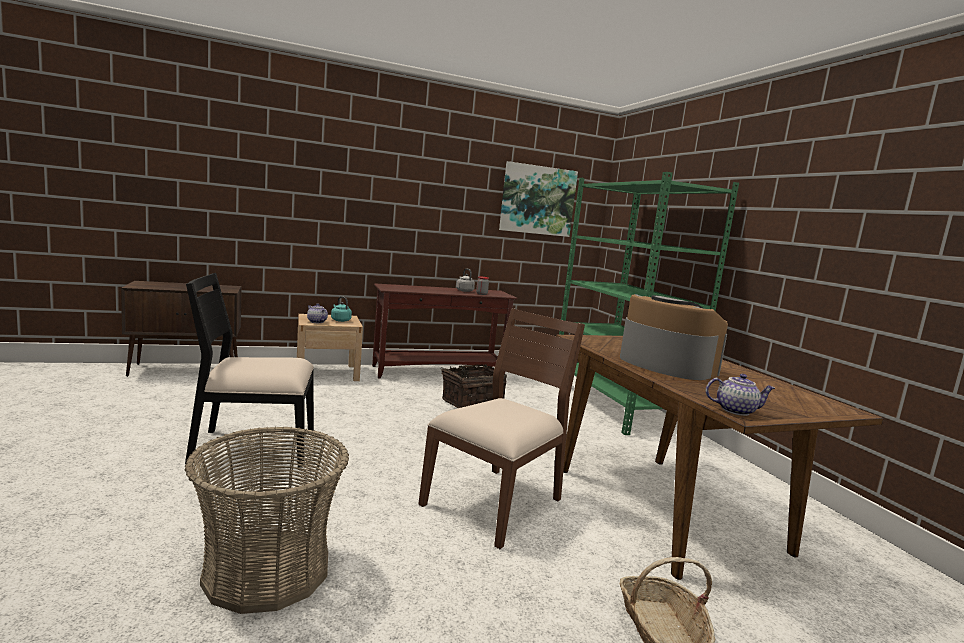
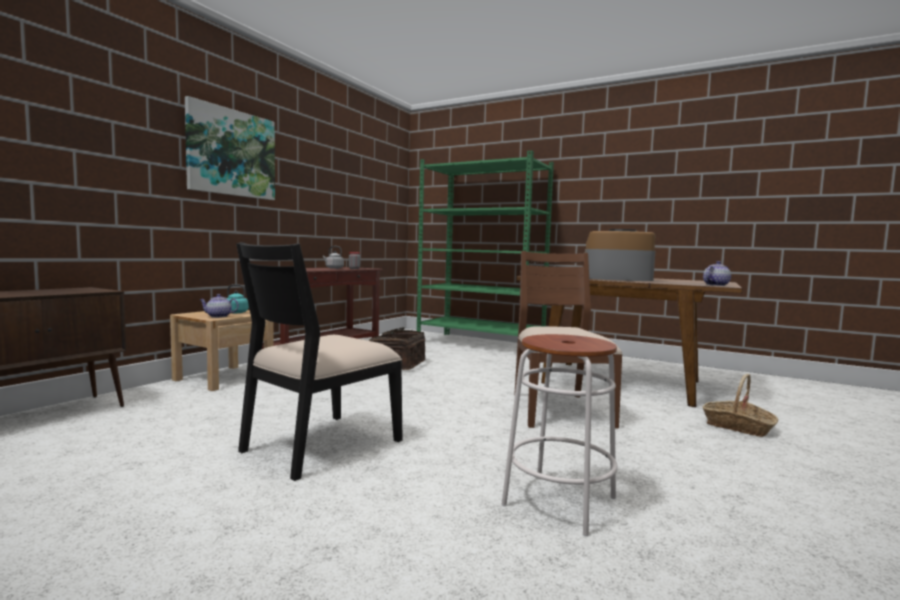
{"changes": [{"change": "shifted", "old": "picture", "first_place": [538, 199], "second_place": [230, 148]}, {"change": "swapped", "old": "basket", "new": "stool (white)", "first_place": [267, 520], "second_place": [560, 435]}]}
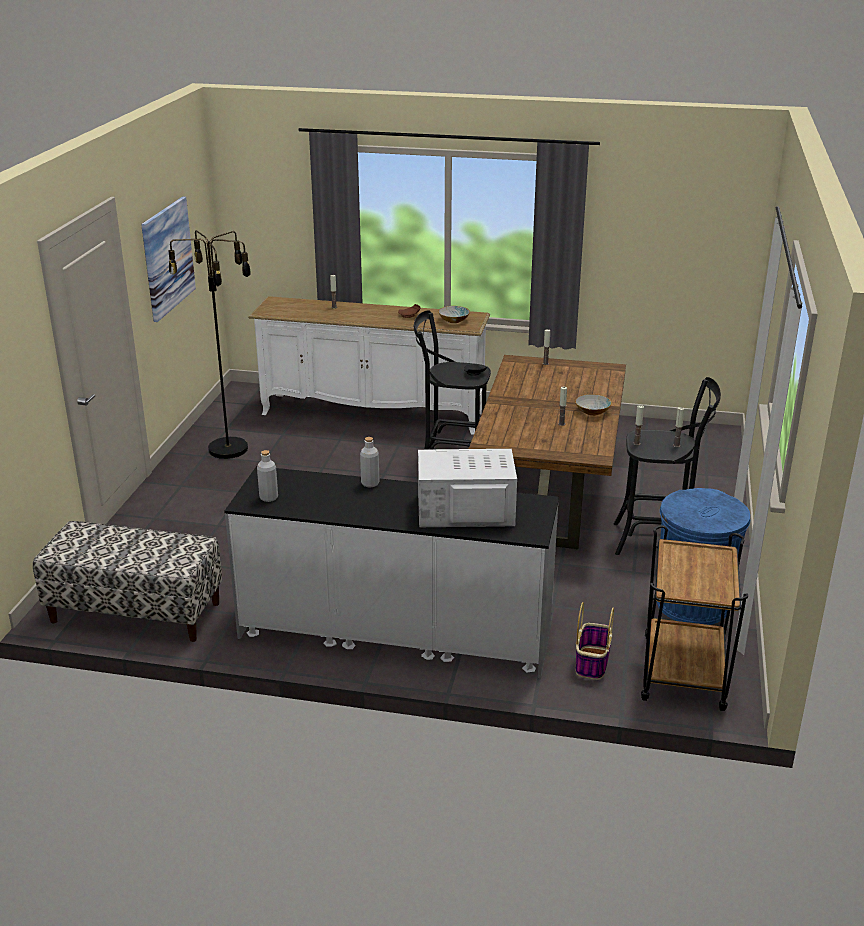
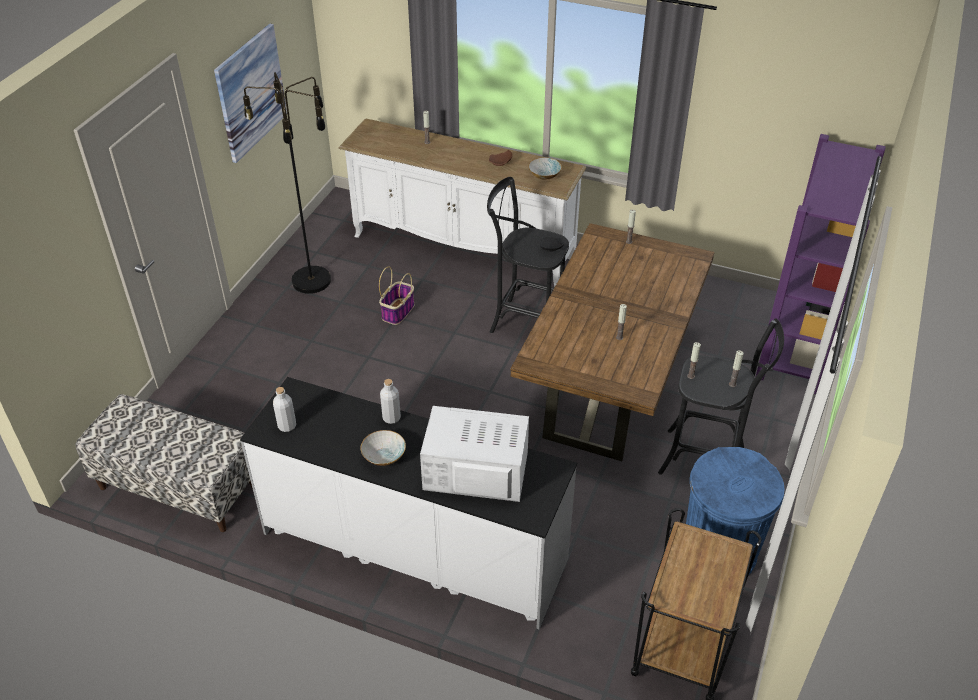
{"changes": [{"change": "shifted", "old": "bowl", "first_place": [593, 405], "second_place": [383, 448]}, {"change": "shifted", "old": "basket", "first_place": [595, 641], "second_place": [396, 295]}, {"change": "new", "new": "bookcase (purple)", "second_place": [821, 264]}]}
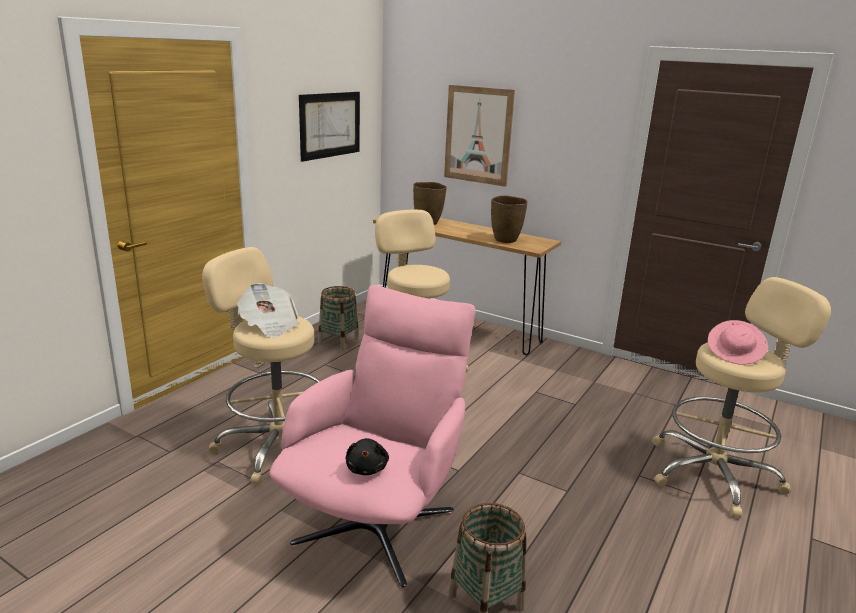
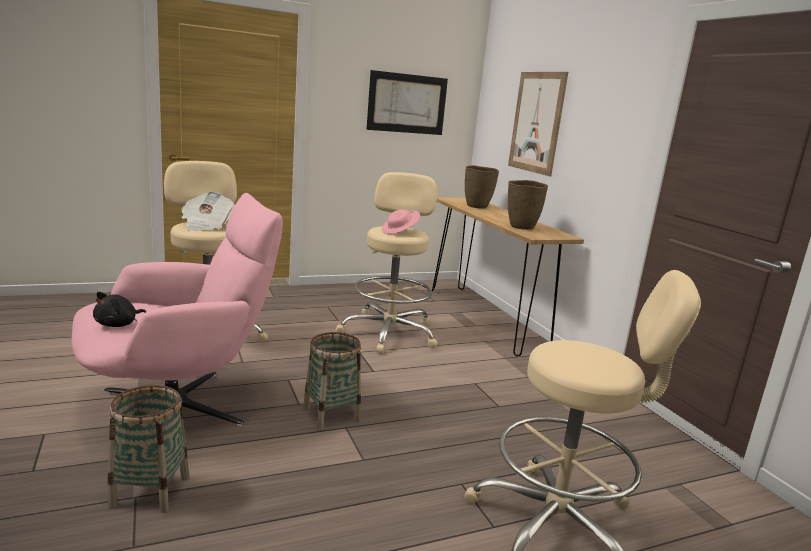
{"changes": [{"change": "shifted", "old": "basket", "first_place": [338, 318], "second_place": [332, 381]}, {"change": "shifted", "old": "hat (pink)", "first_place": [738, 342], "second_place": [400, 222]}]}
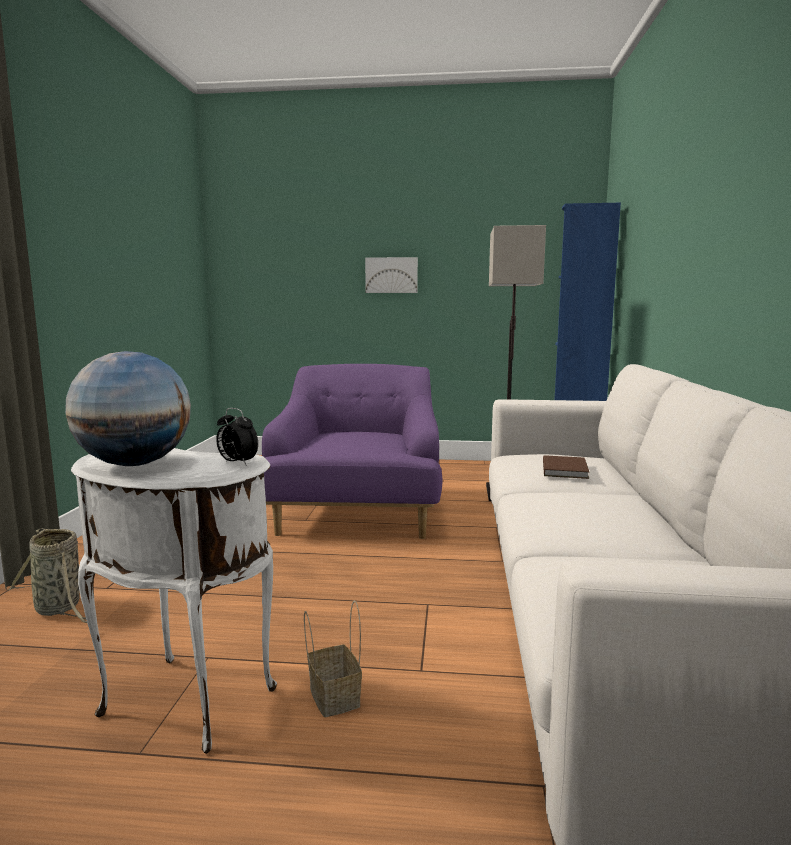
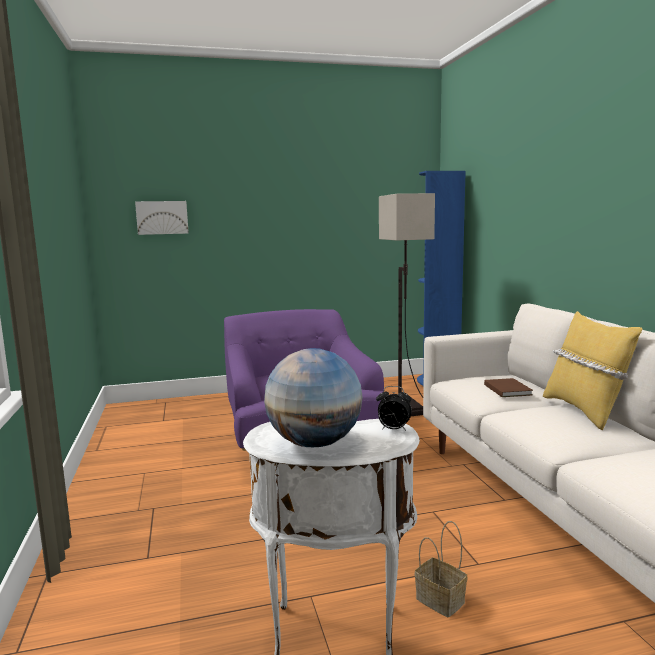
{"changes": [{"change": "shifted", "old": "picture", "first_place": [391, 275], "second_place": [162, 218]}, {"change": "new", "new": "pillow (yellow)", "second_place": [593, 370]}, {"change": "gone", "old": "basket", "first_place": [47, 575]}]}
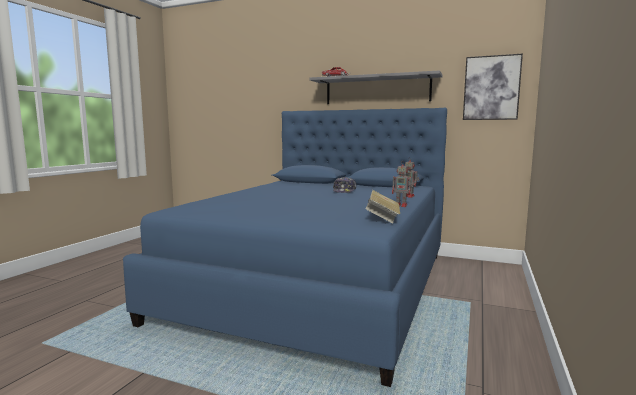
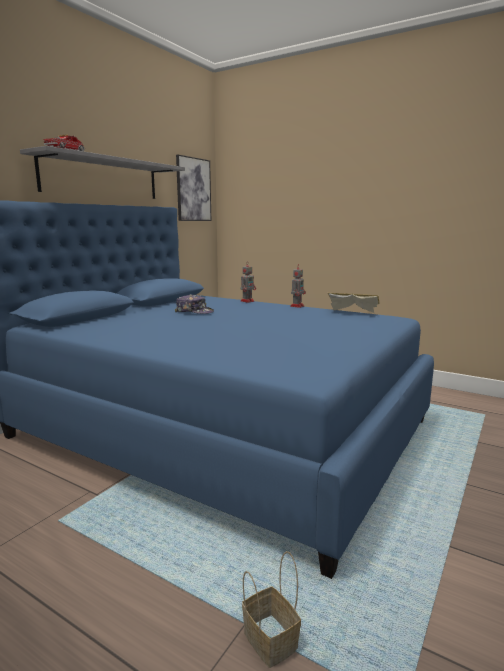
{"changes": [{"change": "new", "new": "basket", "second_place": [271, 609]}]}
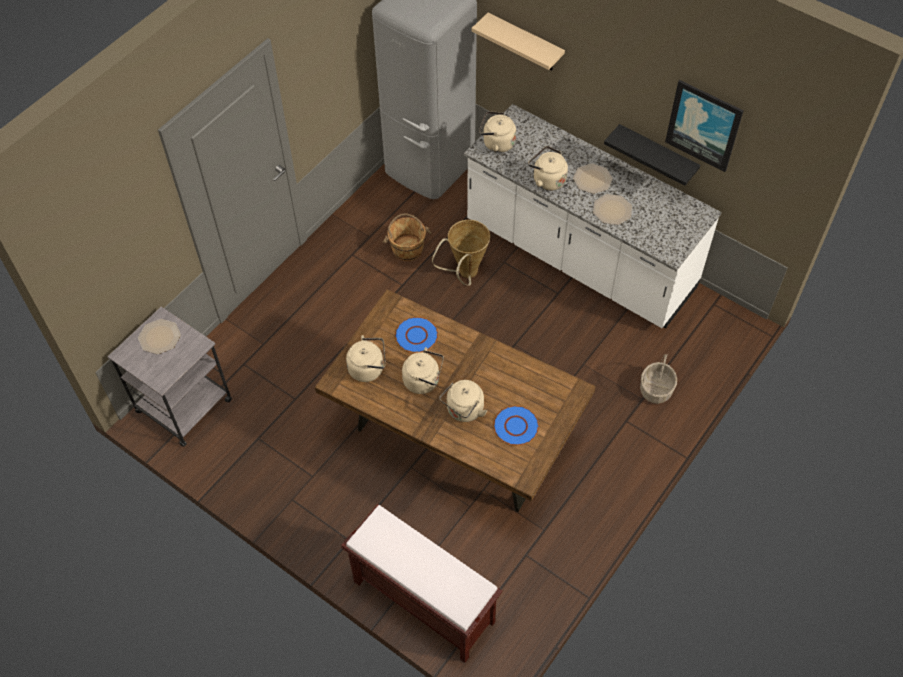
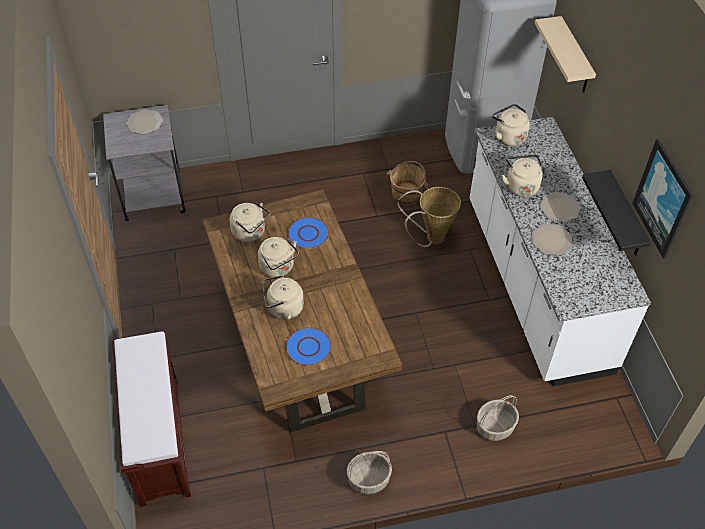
{"changes": [{"change": "new", "new": "basket", "second_place": [369, 472]}]}
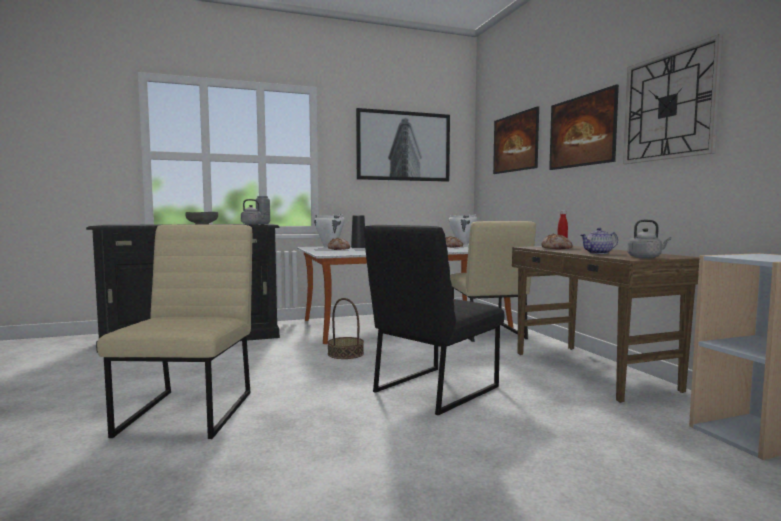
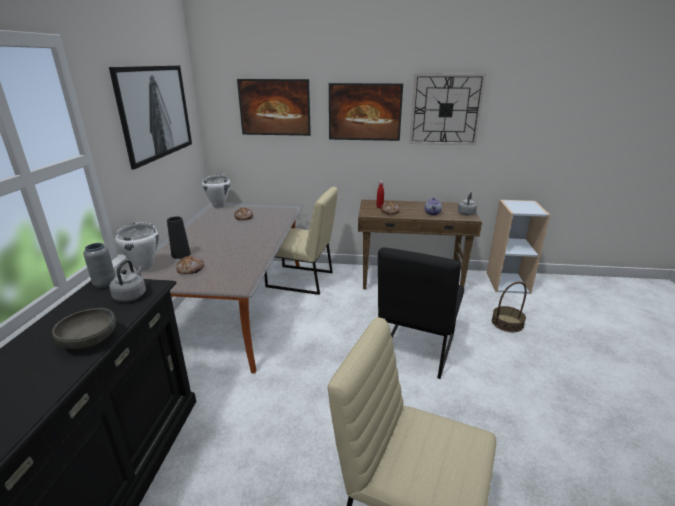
{"changes": [{"change": "rotated", "old": "chair (black)", "first_place": [434, 320], "second_place": [421, 313], "degrees": 45}, {"change": "shifted", "old": "basket", "first_place": [345, 328], "second_place": [509, 307]}]}
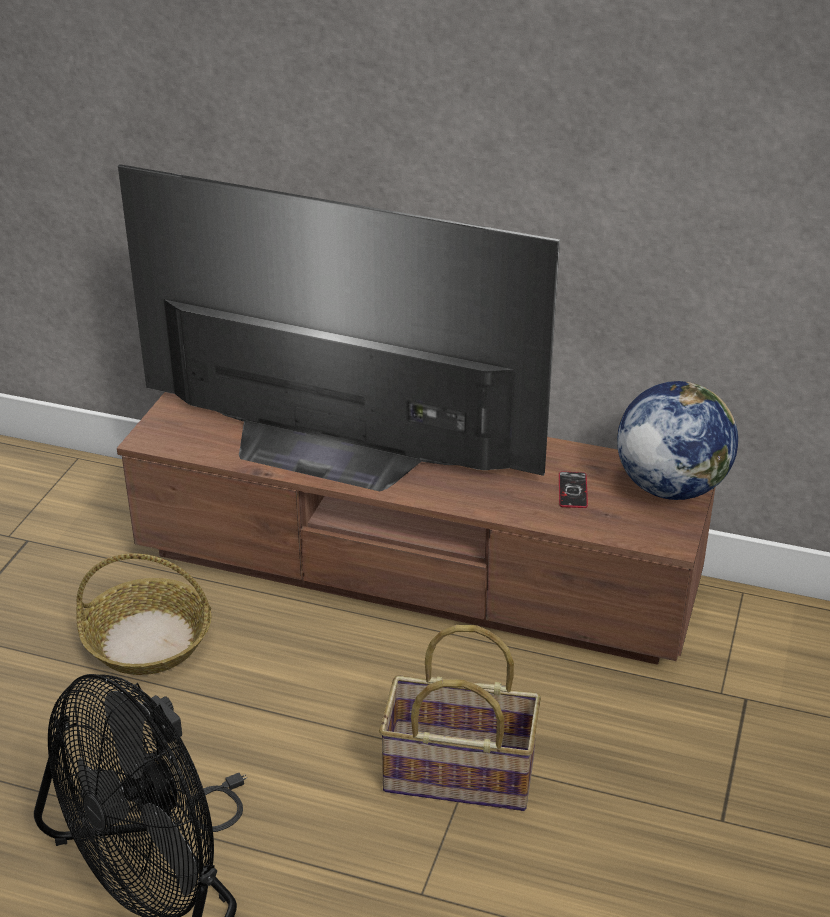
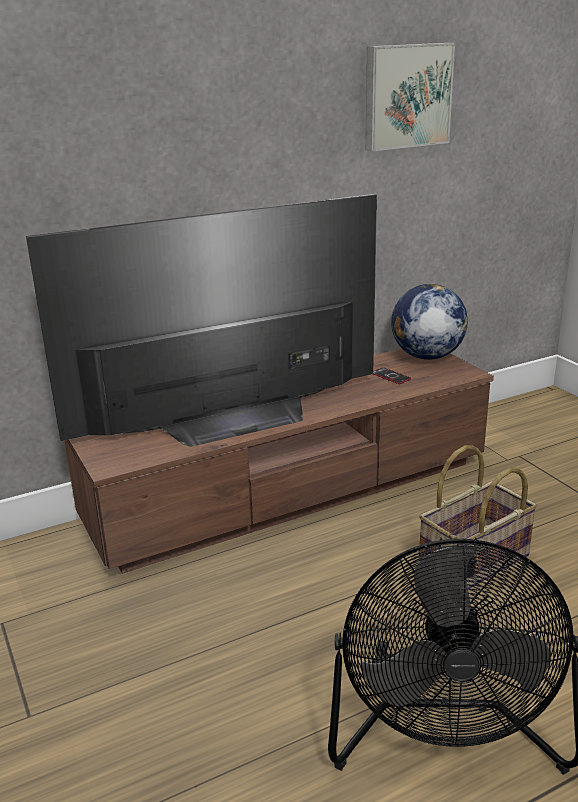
{"changes": [{"change": "new", "new": "picture", "second_place": [410, 97]}, {"change": "gone", "old": "basket", "first_place": [144, 614]}]}
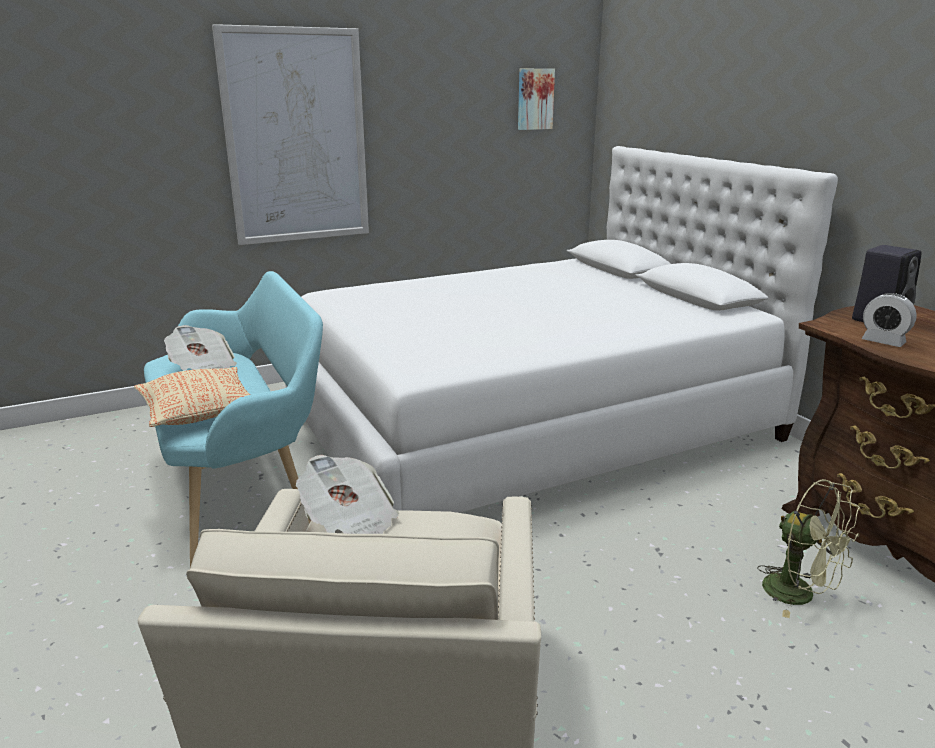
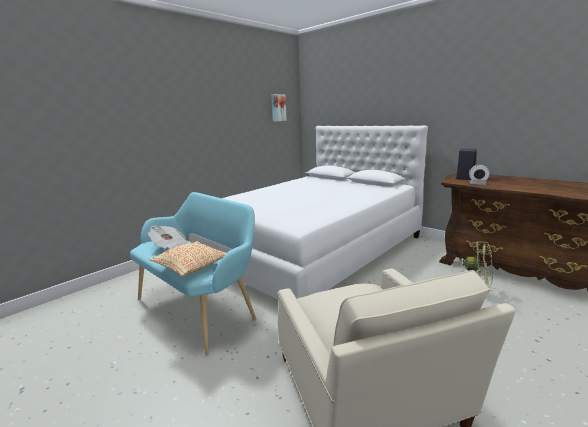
{"changes": [{"change": "gone", "old": "picture", "first_place": [290, 134]}, {"change": "gone", "old": "newspaper", "first_place": [347, 494]}]}
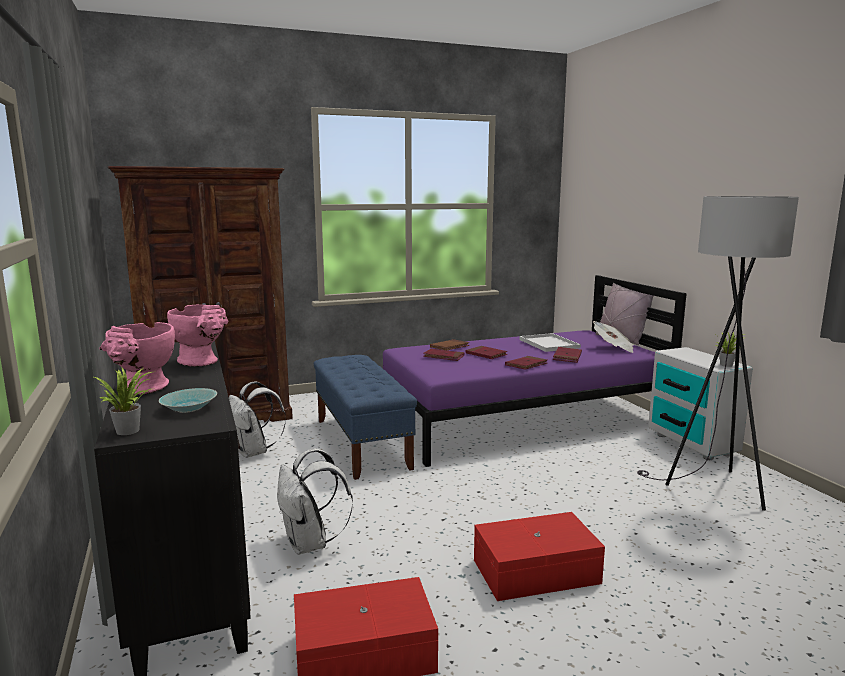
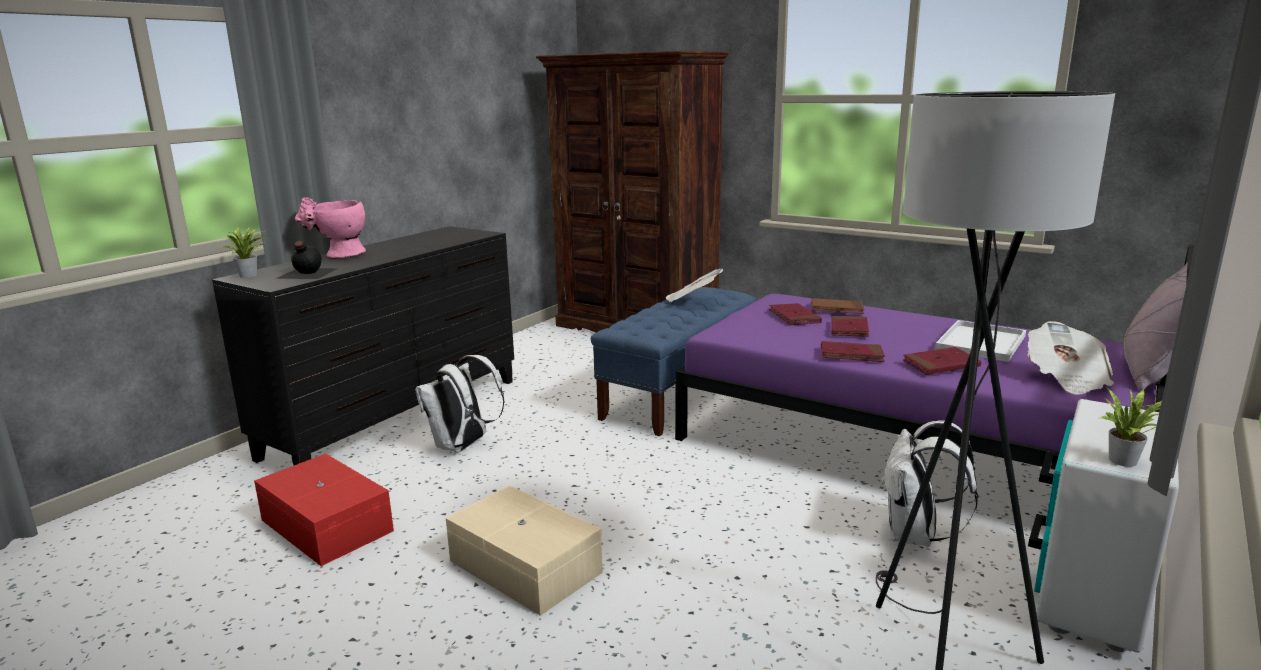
{"changes": [{"change": "swapped", "old": "bowl (turquoise)", "new": "bottle (black)", "first_place": [188, 400], "second_place": [306, 260]}, {"change": "repainted", "old": "storage box (red)", "new": "storage box (beige)", "first_place": [539, 556], "second_place": [524, 551]}, {"change": "new", "new": "newspaper", "second_place": [694, 285]}, {"change": "shifted", "old": "backpack (white)", "first_place": [257, 419], "second_place": [929, 483]}, {"change": "gone", "old": "vase (pink)", "first_place": [198, 336]}]}
